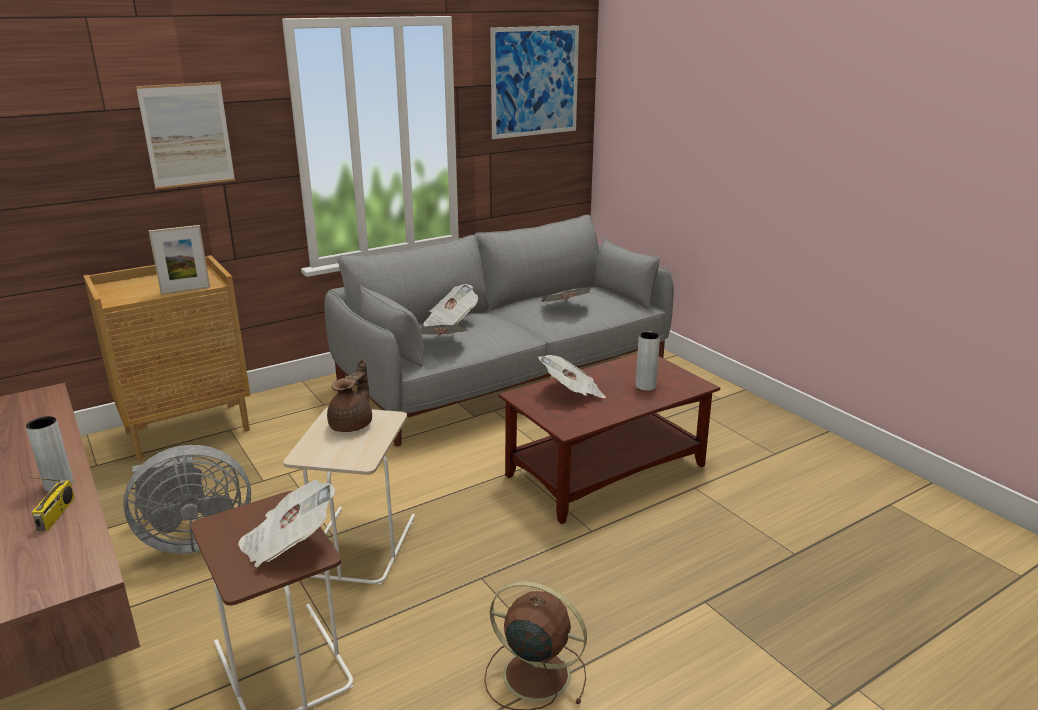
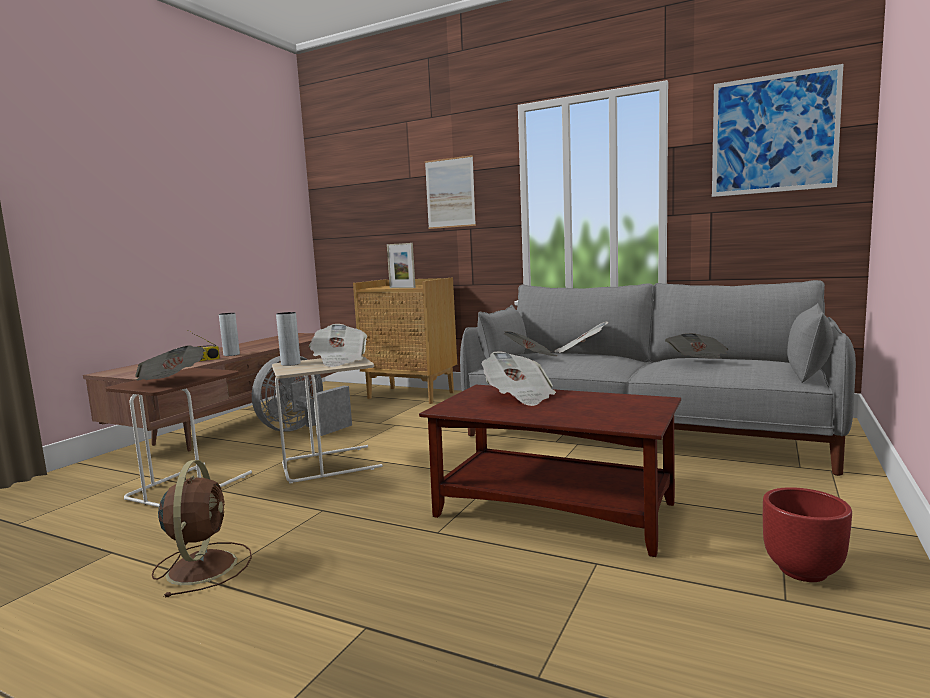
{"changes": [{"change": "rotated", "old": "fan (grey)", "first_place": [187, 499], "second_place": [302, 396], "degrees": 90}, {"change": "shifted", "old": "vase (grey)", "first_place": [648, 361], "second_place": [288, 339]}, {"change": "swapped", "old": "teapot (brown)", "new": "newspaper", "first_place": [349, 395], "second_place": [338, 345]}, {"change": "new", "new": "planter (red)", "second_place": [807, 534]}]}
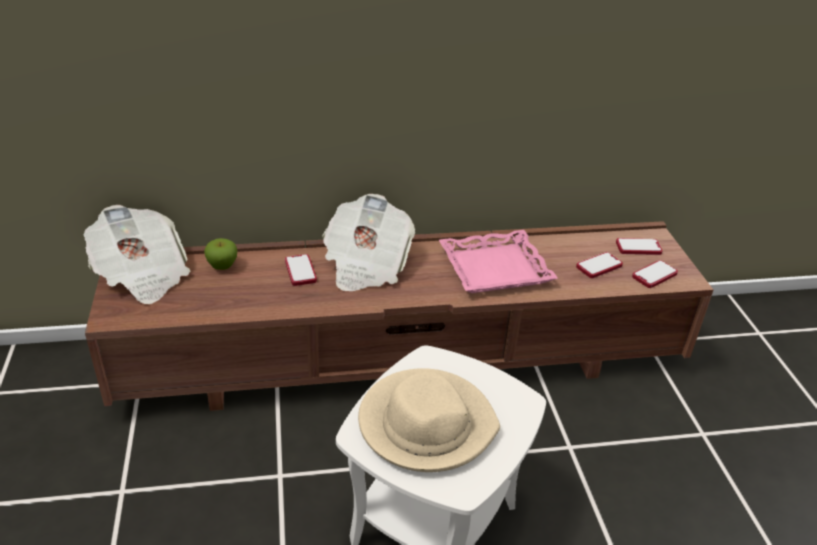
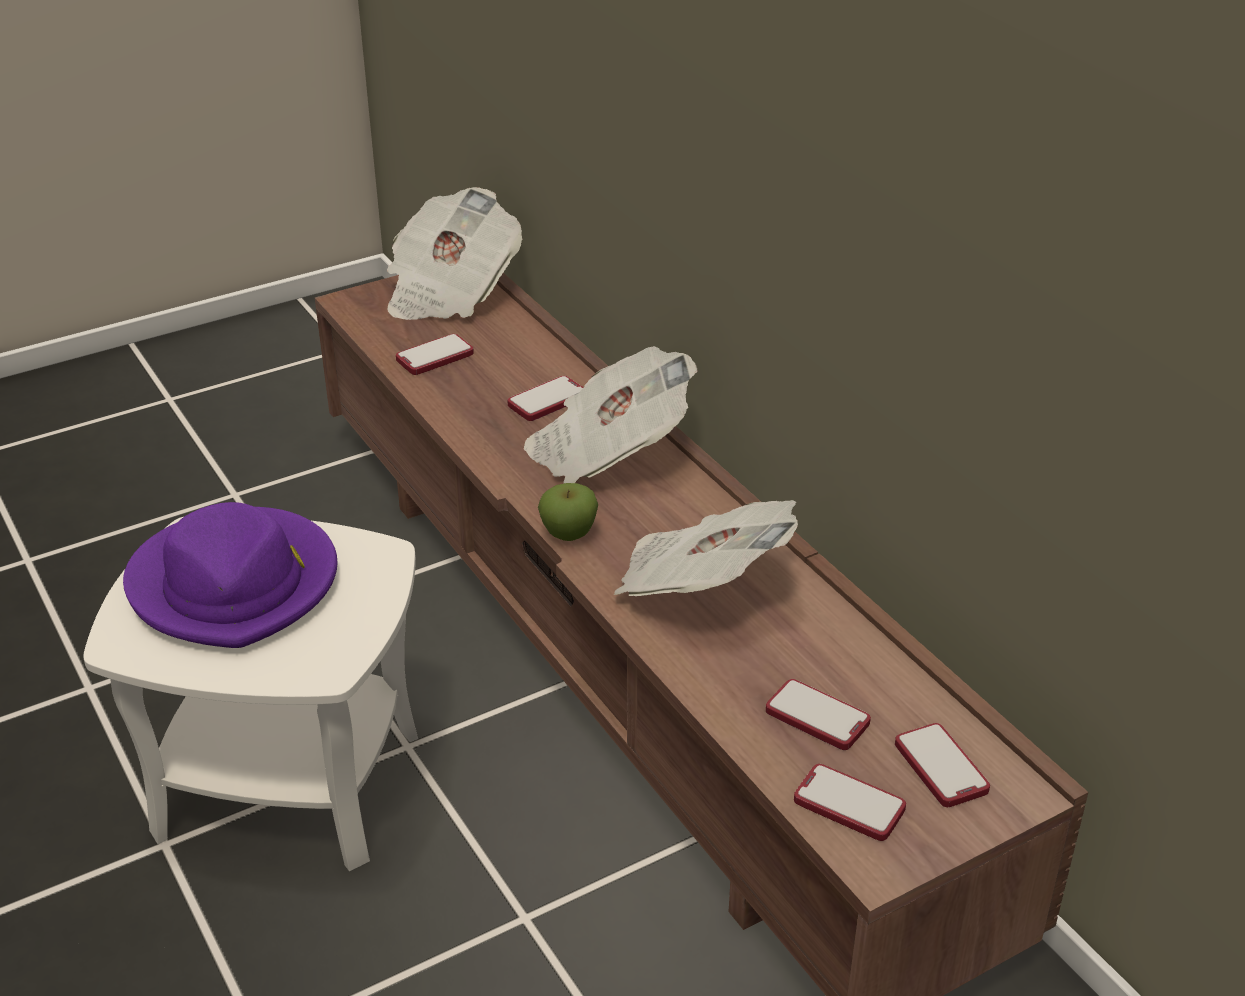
{"changes": [{"change": "repainted", "old": "hat (beige)", "new": "hat (purple)", "first_place": [429, 420], "second_place": [230, 575]}, {"change": "new", "new": "phone", "second_place": [435, 354]}, {"change": "shifted", "old": "apple", "first_place": [220, 254], "second_place": [568, 512]}, {"change": "swapped", "old": "tray (pink)", "new": "newspaper", "first_place": [498, 261], "second_place": [706, 548]}]}
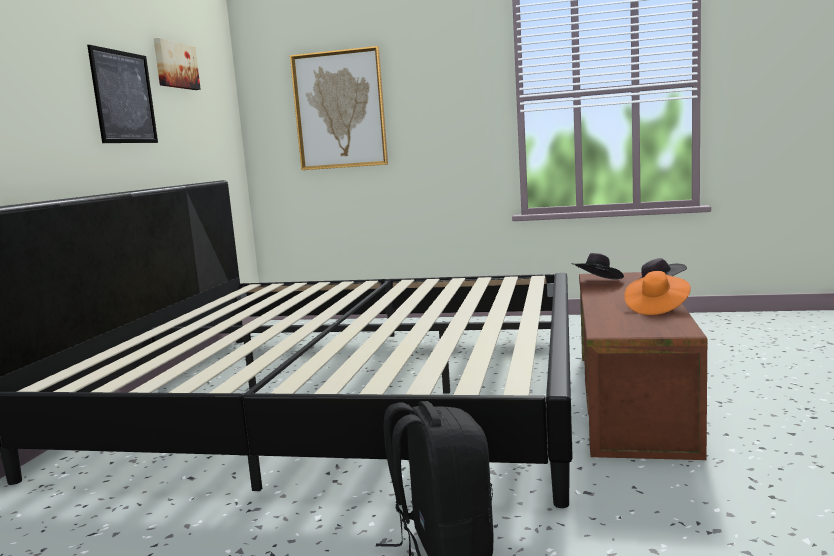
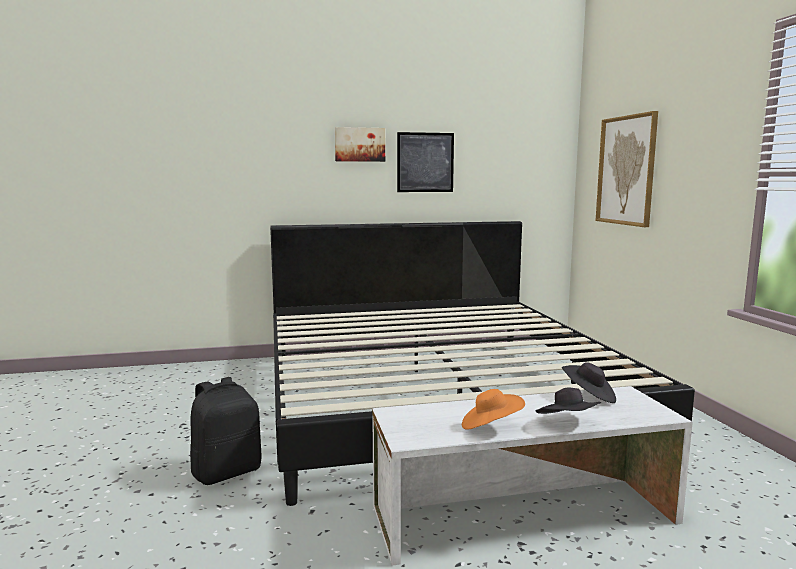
{"changes": [{"change": "shifted", "old": "picture", "first_place": [177, 64], "second_place": [360, 144]}, {"change": "repainted", "old": "bench (brown)", "new": "bench (white)", "first_place": [643, 366], "second_place": [532, 476]}]}
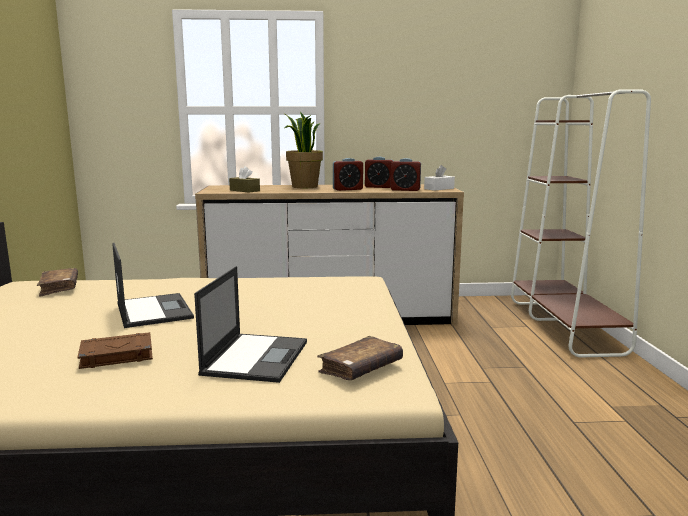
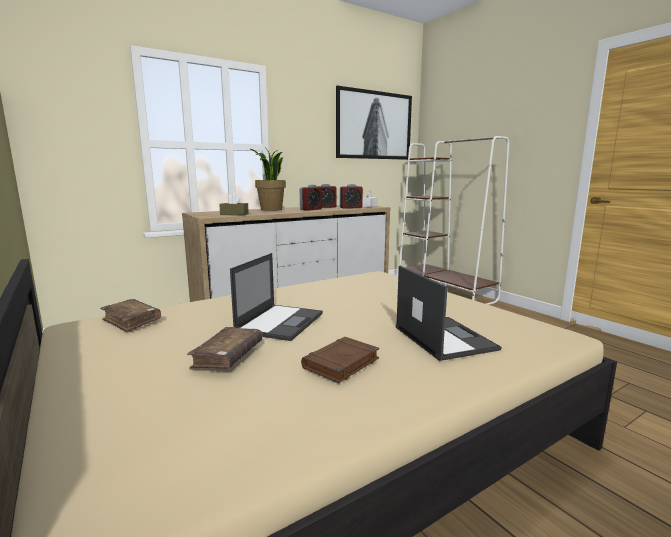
{"changes": [{"change": "shifted", "old": "book (brown)", "first_place": [360, 358], "second_place": [224, 348]}, {"change": "rotated", "old": "laptop", "first_place": [153, 285], "second_place": [276, 297], "degrees": 75}, {"change": "new", "new": "picture", "second_place": [374, 122]}]}
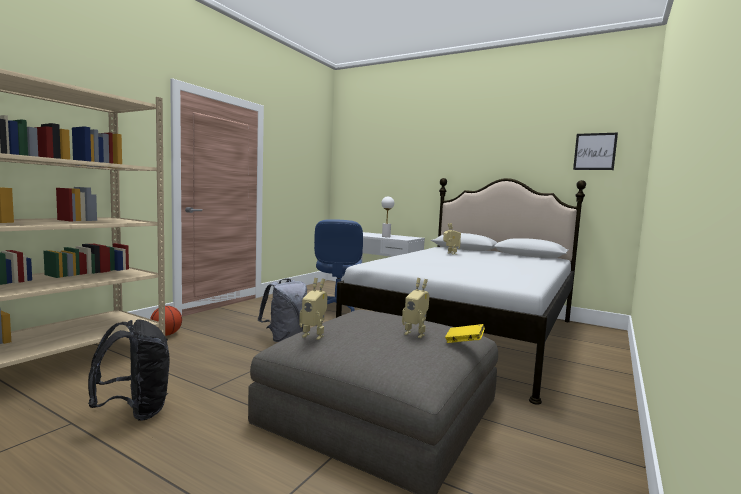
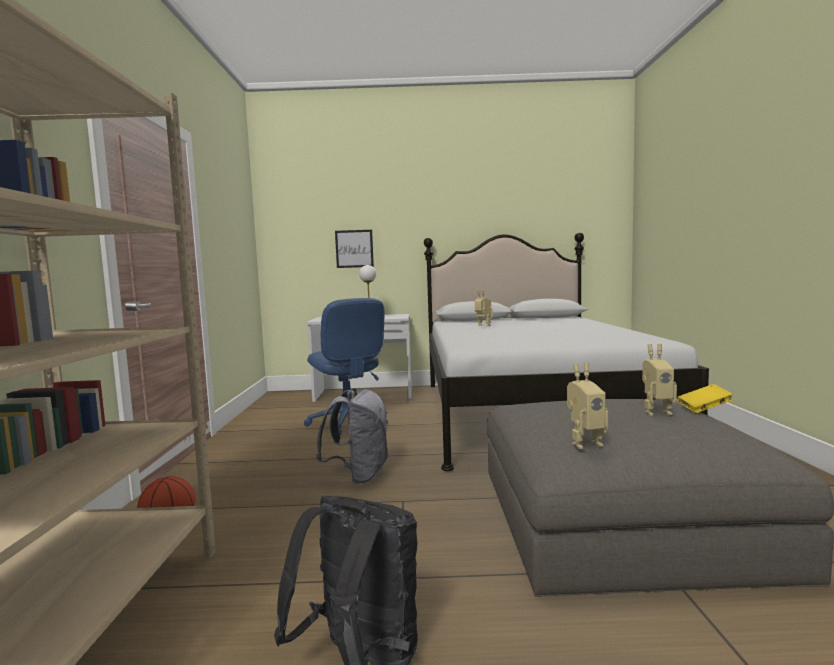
{"changes": [{"change": "shifted", "old": "picture", "first_place": [595, 151], "second_place": [354, 249]}]}
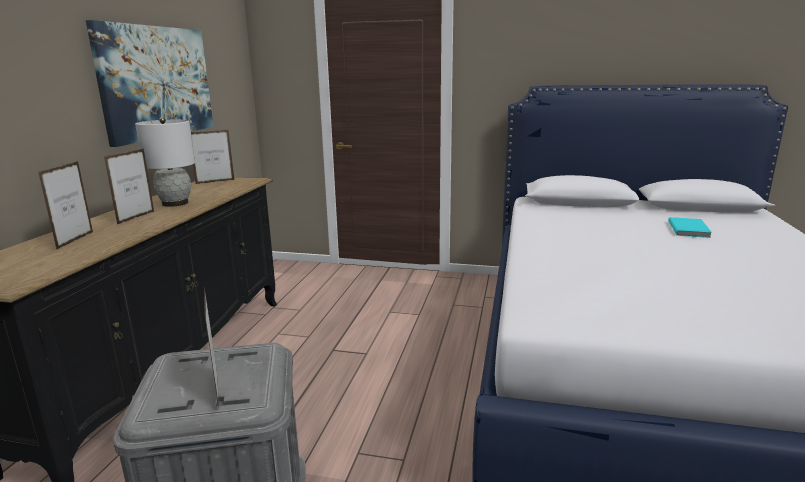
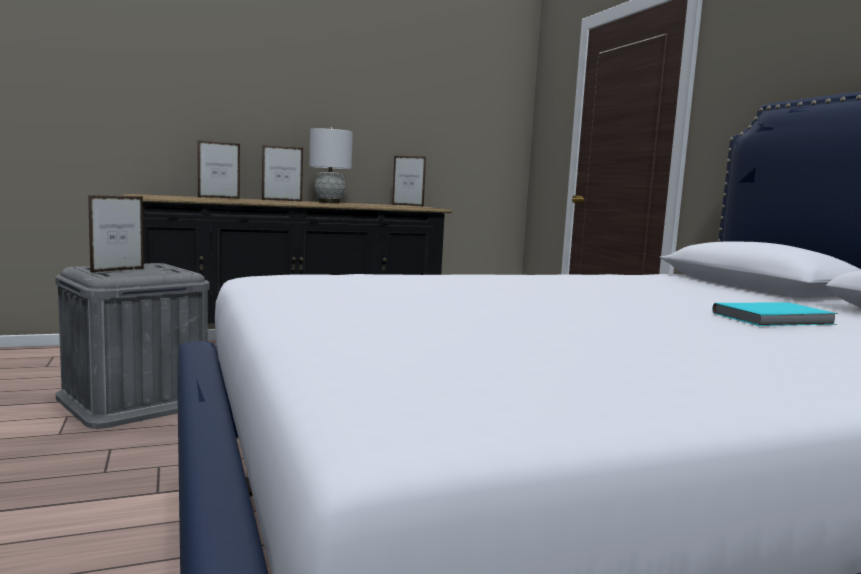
{"changes": [{"change": "gone", "old": "picture", "first_place": [149, 83]}]}
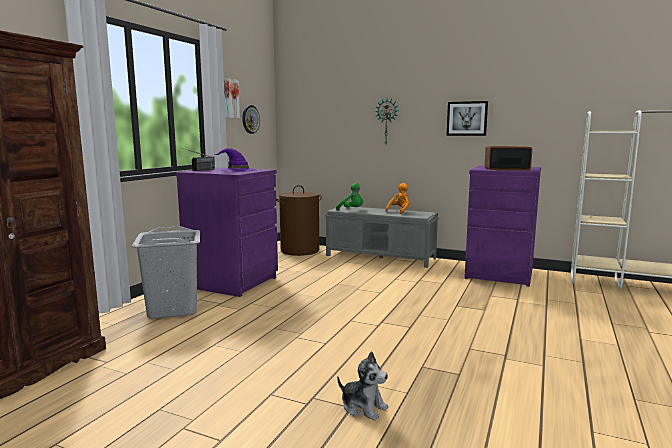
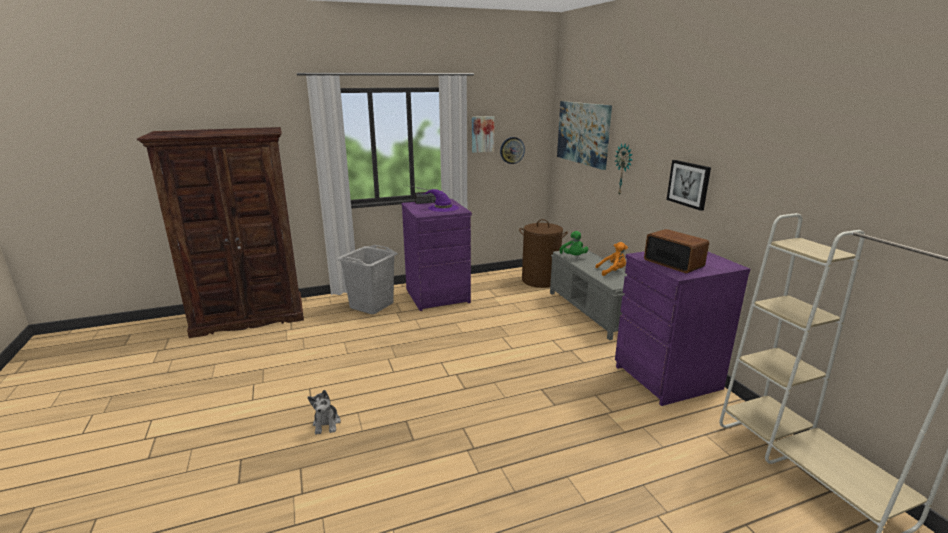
{"changes": [{"change": "new", "new": "picture", "second_place": [584, 135]}]}
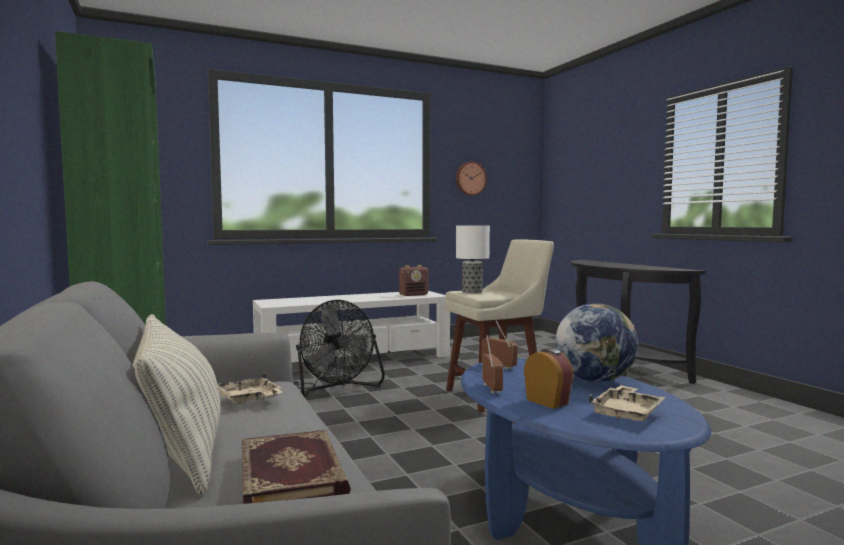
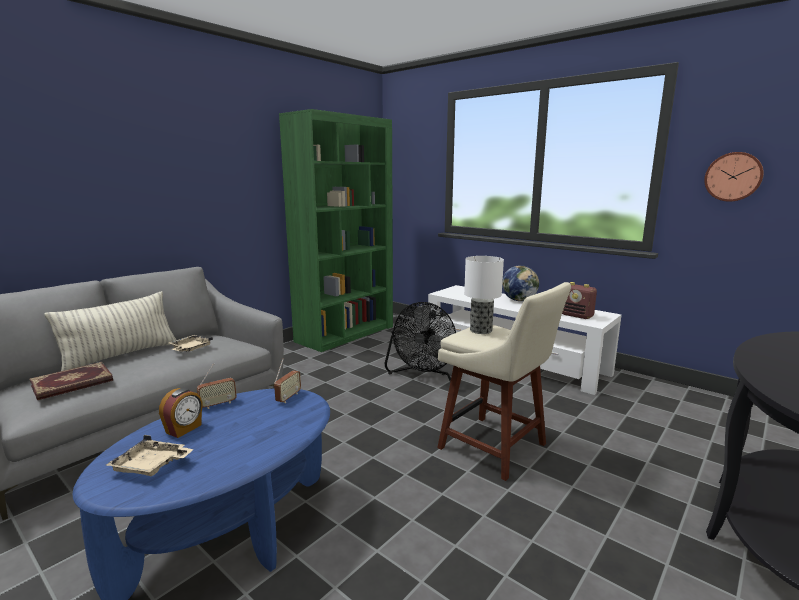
{"changes": [{"change": "shifted", "old": "globe", "first_place": [597, 342], "second_place": [520, 283]}]}
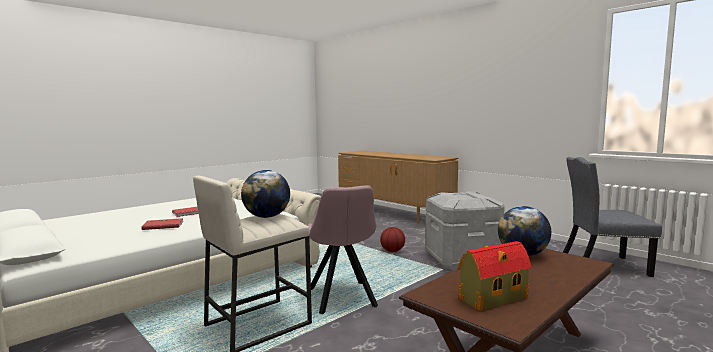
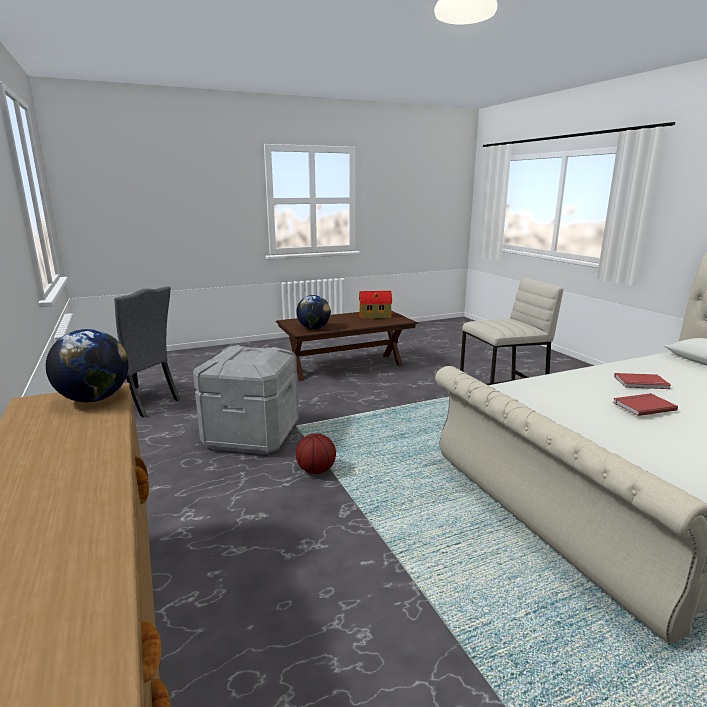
{"changes": [{"change": "shifted", "old": "globe", "first_place": [265, 194], "second_place": [87, 365]}, {"change": "gone", "old": "chair (pink)", "first_place": [342, 249]}]}
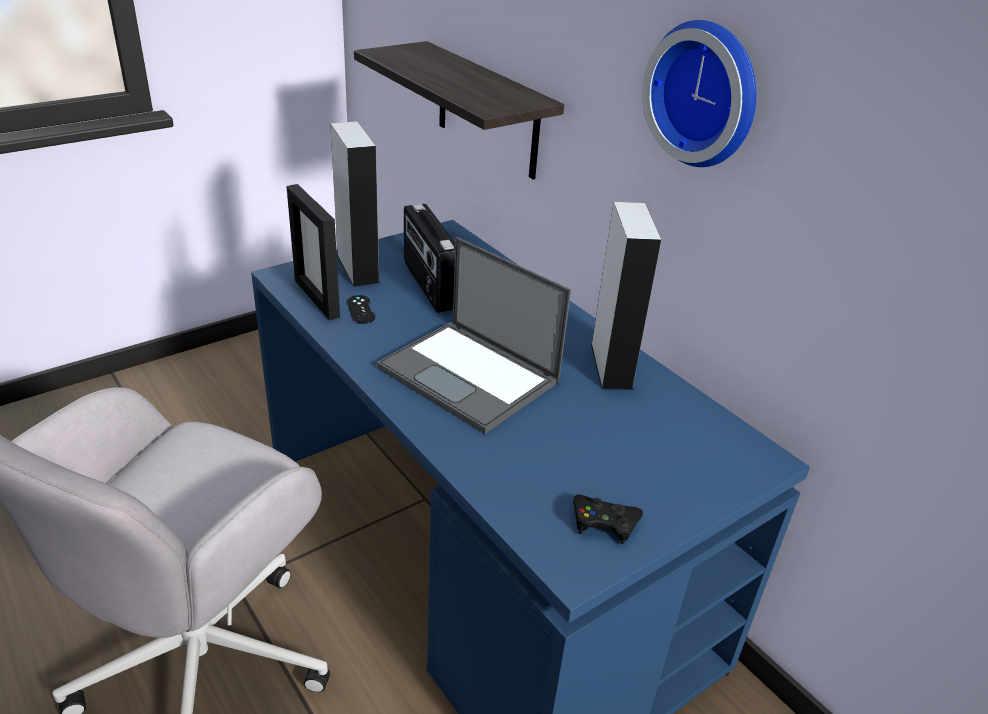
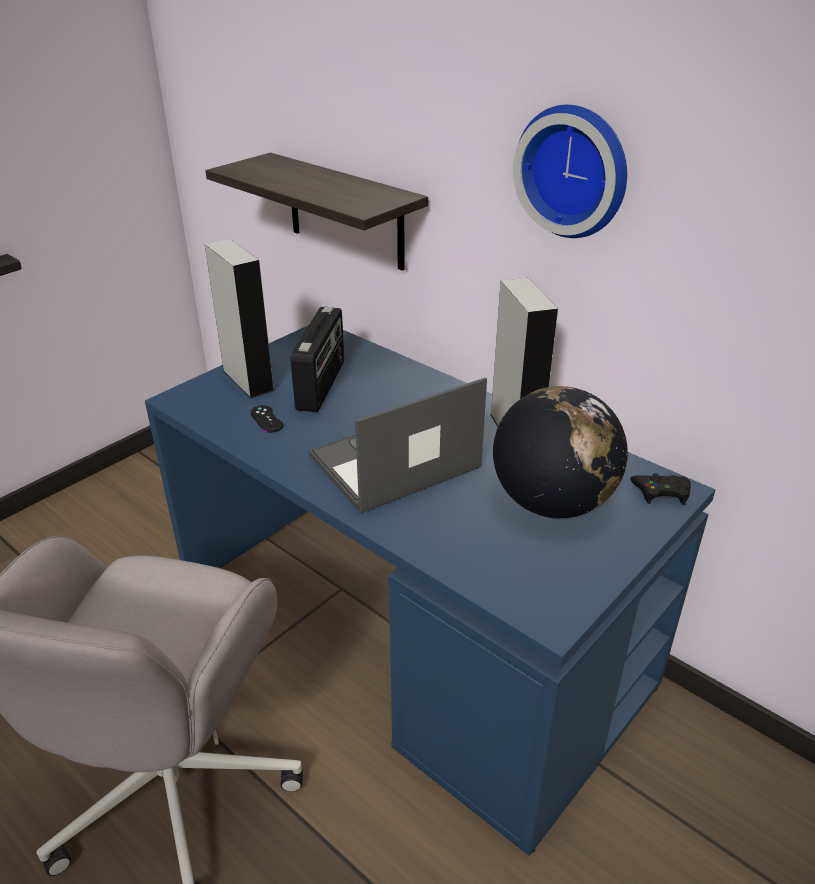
{"changes": [{"change": "rotated", "old": "radio", "first_place": [429, 258], "second_place": [317, 360], "degrees": -135}, {"change": "rotated", "old": "laptop", "first_place": [474, 335], "second_place": [398, 445], "degrees": 120}, {"change": "new", "new": "globe", "second_place": [560, 452]}, {"change": "shifted", "old": "game controller (black)", "first_place": [608, 519], "second_place": [661, 489]}, {"change": "gone", "old": "picture frame", "first_place": [313, 252]}]}
